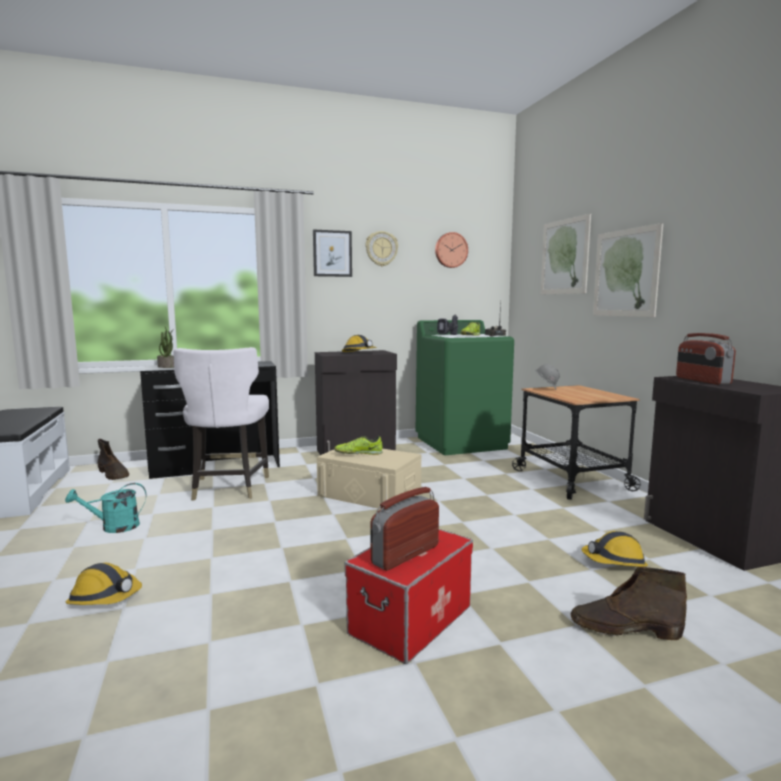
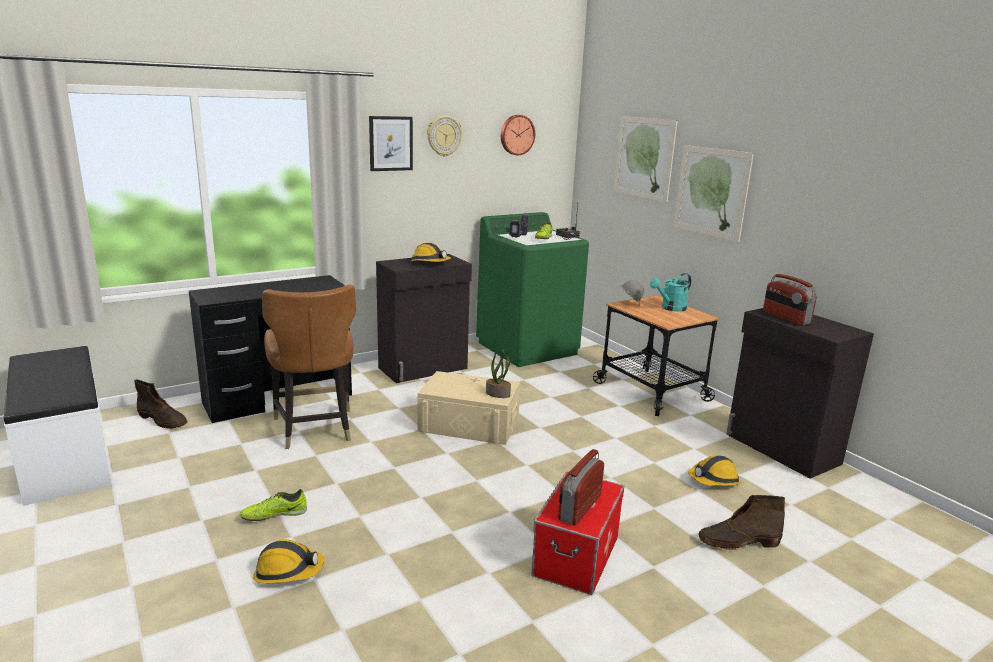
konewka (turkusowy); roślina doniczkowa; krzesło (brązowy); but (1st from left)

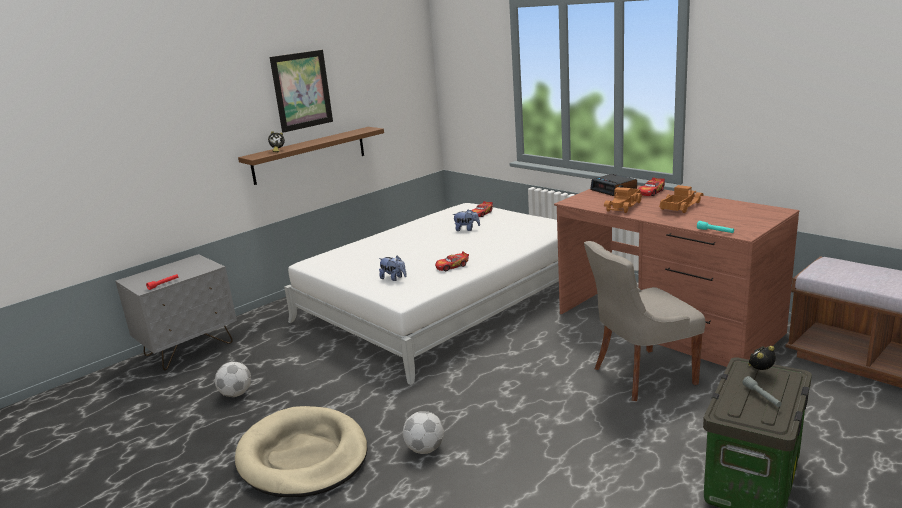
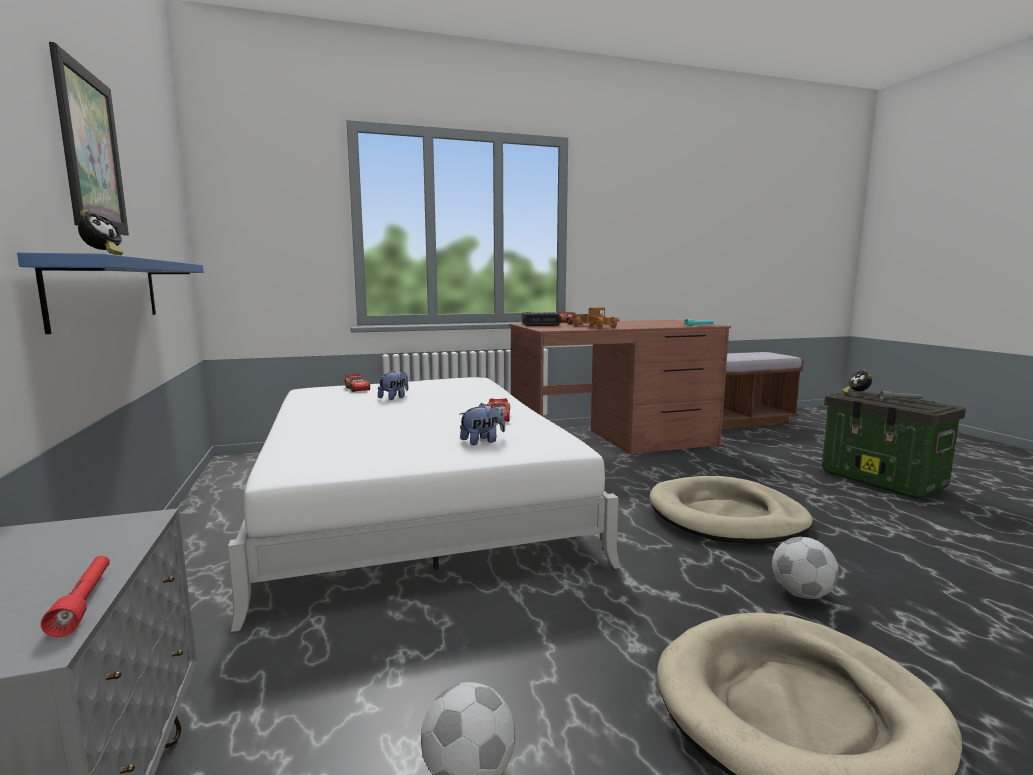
półka (niebieski); krzesło (szary); ciężarówka zabawkowa (2nd from left in the first image); legowisko (beżowy) (1st from left)

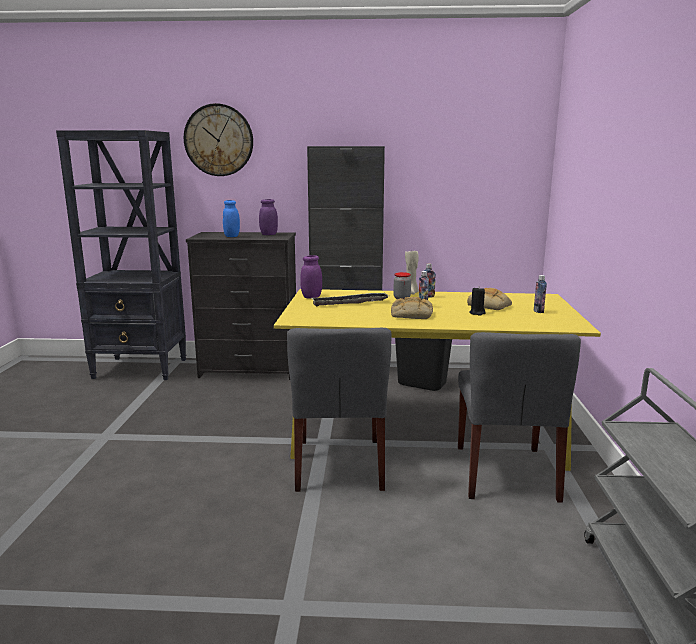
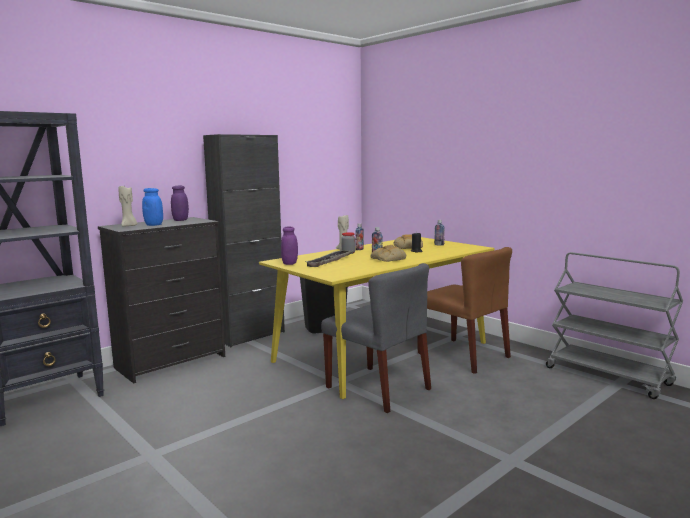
zegar ścienny; krzesło (brązowy); świeca (beżowy) (1st from left)

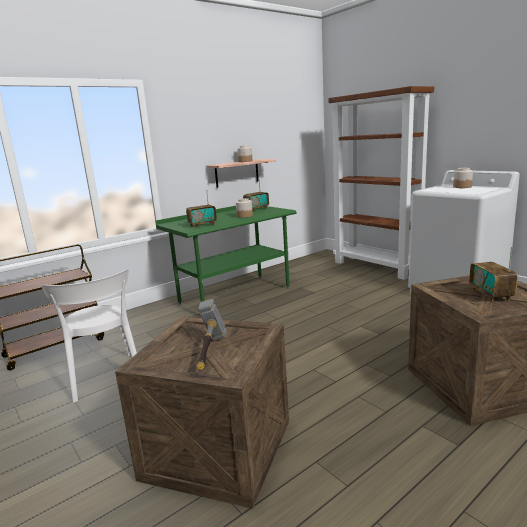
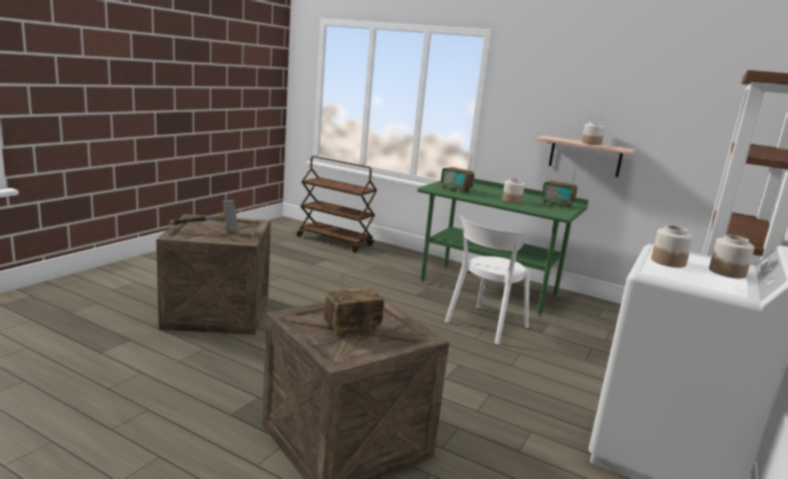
krzesło (biały); słoik (3rd from left)

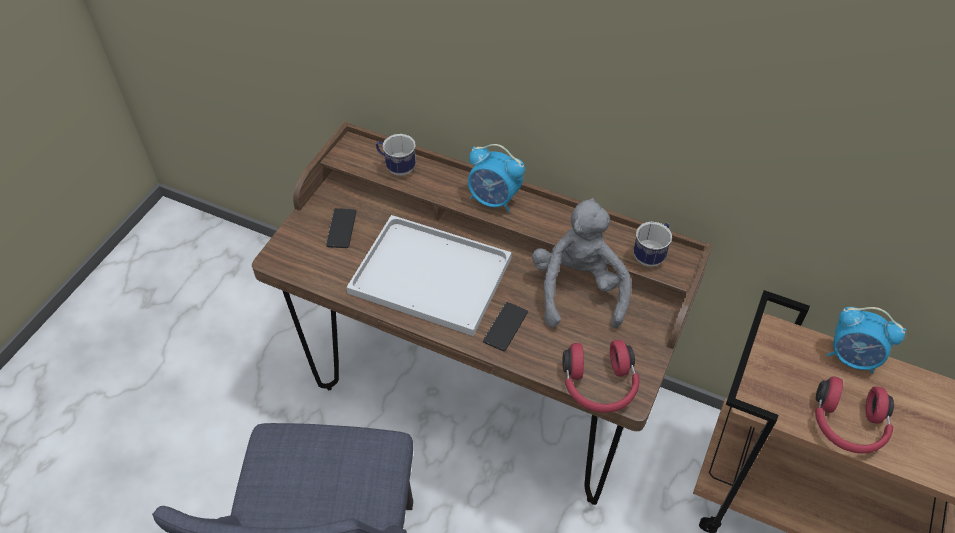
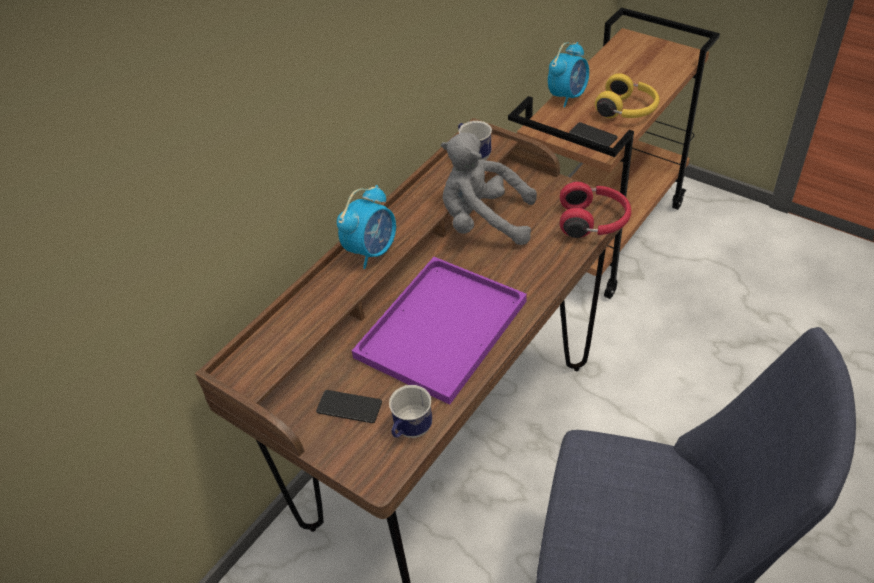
taca (fioletowy); kubek (1st from left); telefon (2nd from left); słuchawki (żółty)

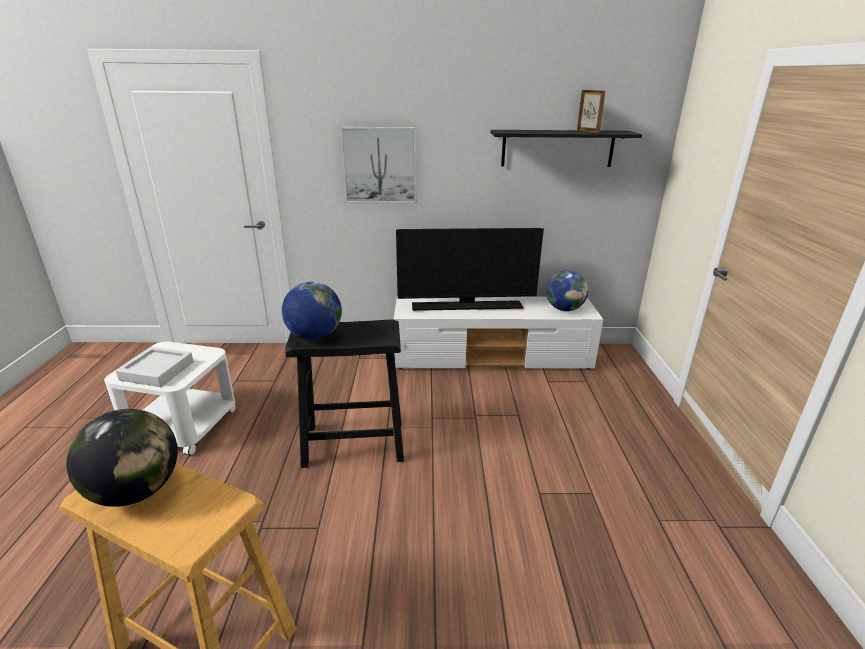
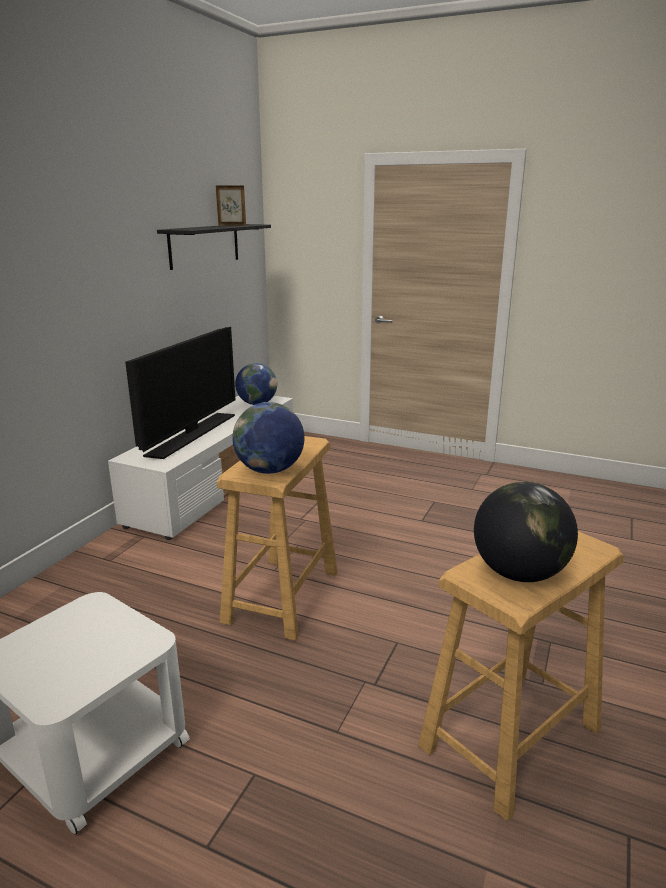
taca (szary); stołek (beżowy) (1st from left); obraz

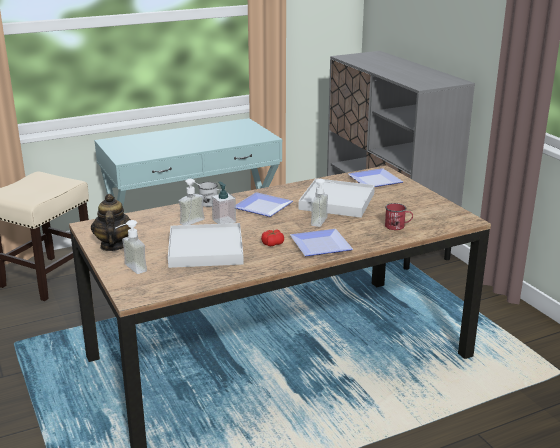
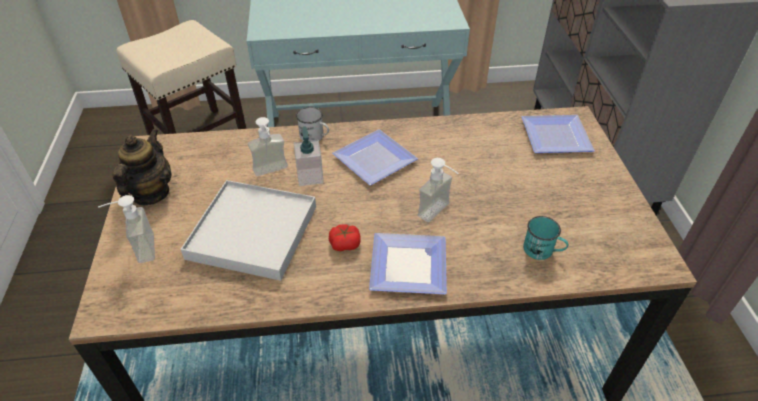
taca (biały) (2nd from left in the first image); kubek (turkusowy)

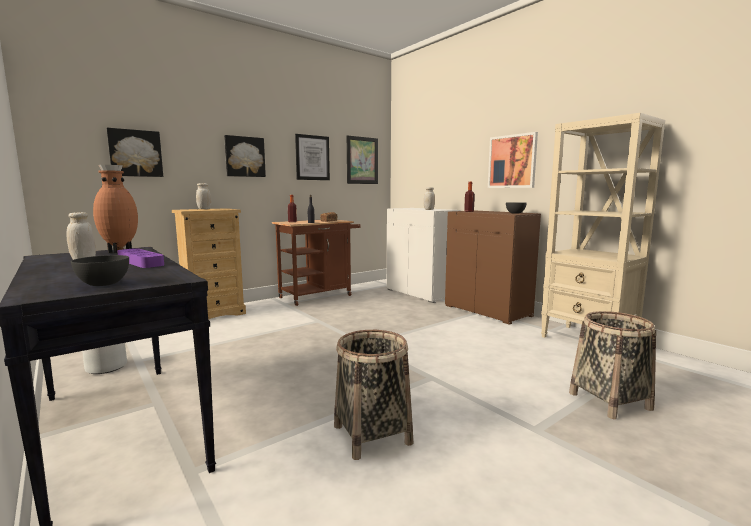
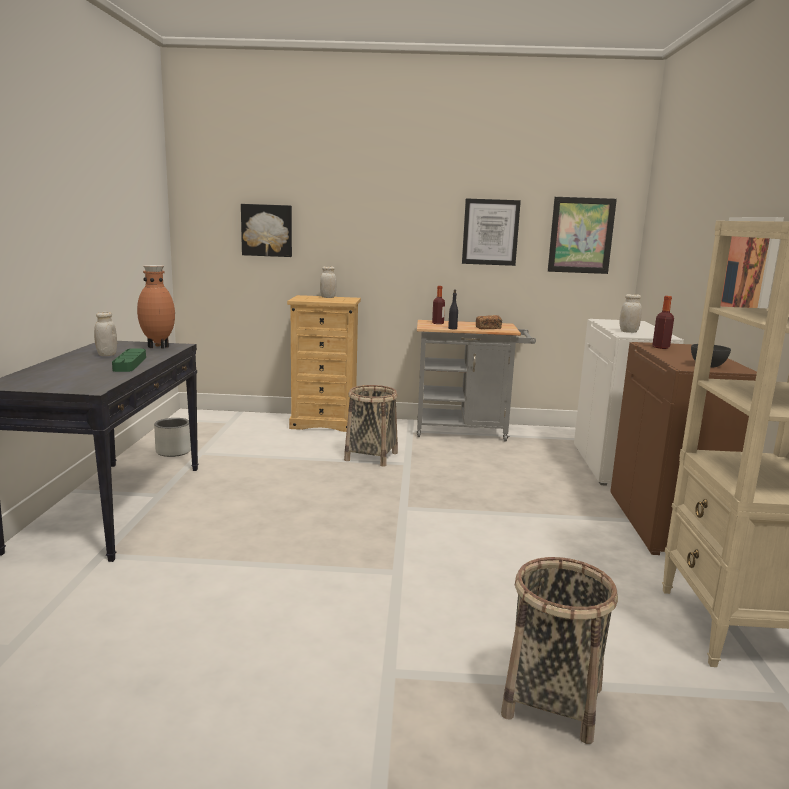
miska (szary) (1st from left in the first image); taca (zielony); obraz (2nd from left in the first image); wózek (szary); koszyk (1st from left)

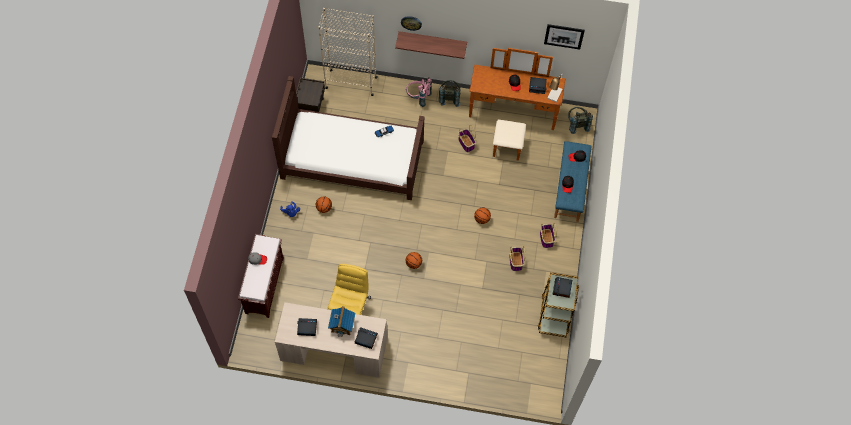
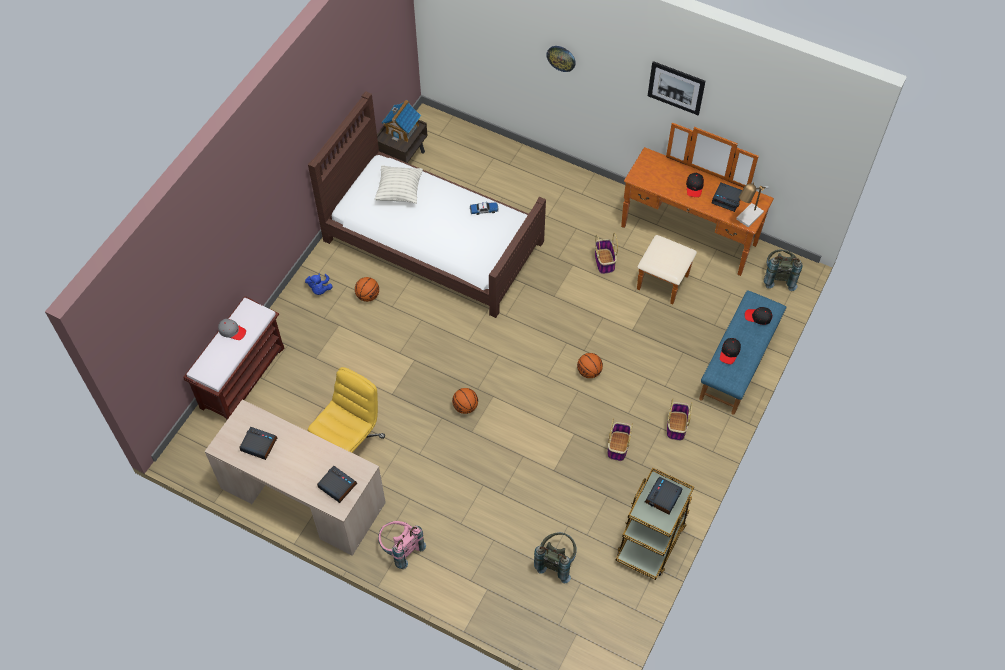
regał (beżowy); domek; półka; plecak (różowy); plecak (szary) (1st from left); obraz; poduszka

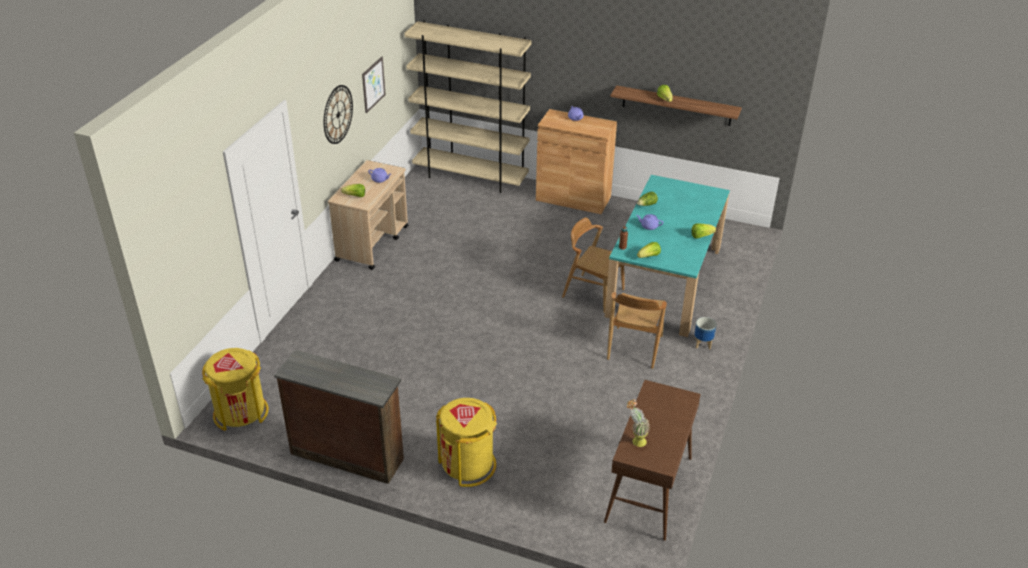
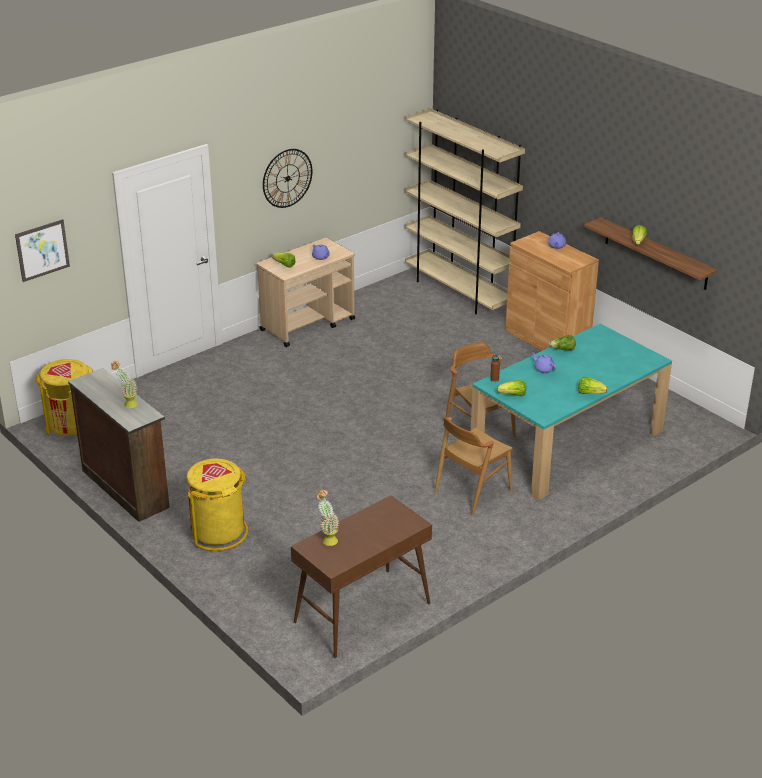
obraz; donica; roślina doniczkowa (1st from left)

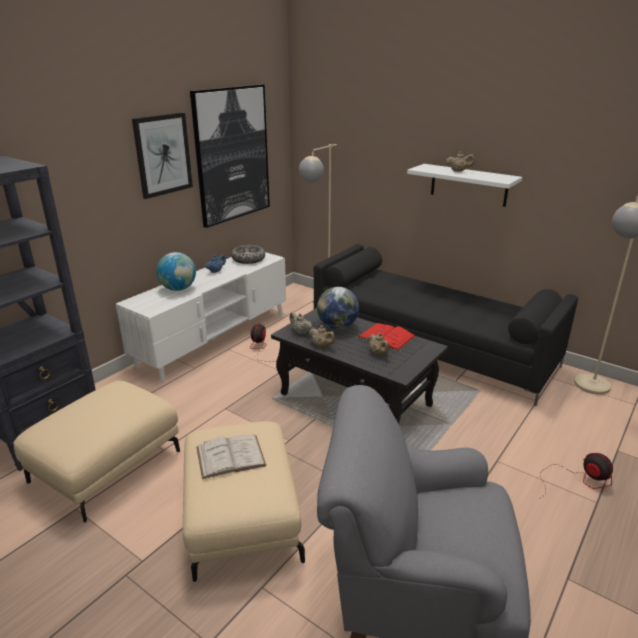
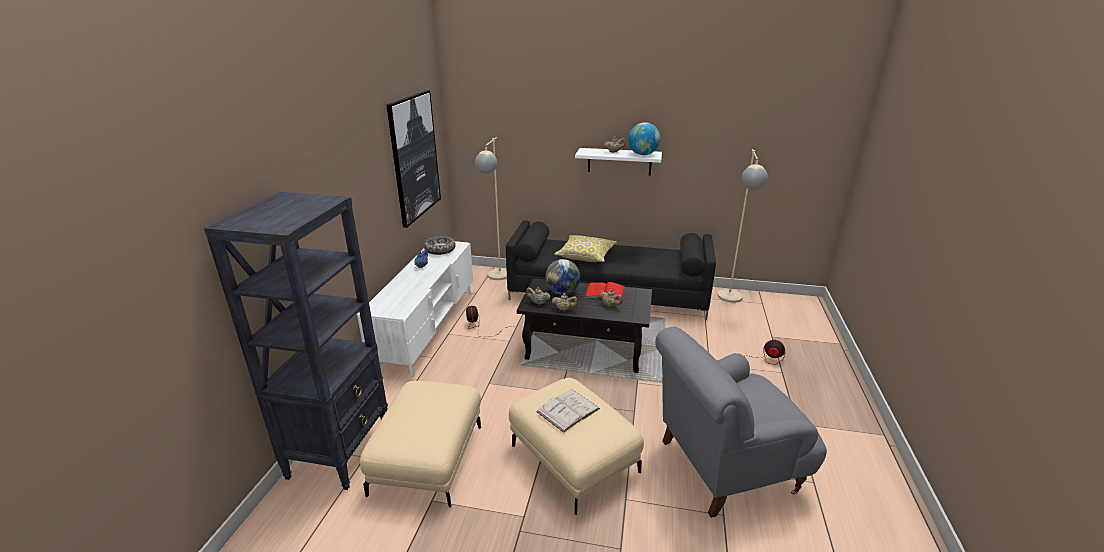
obraz (1st from left in the first image); globus (2nd from left); poduszka

